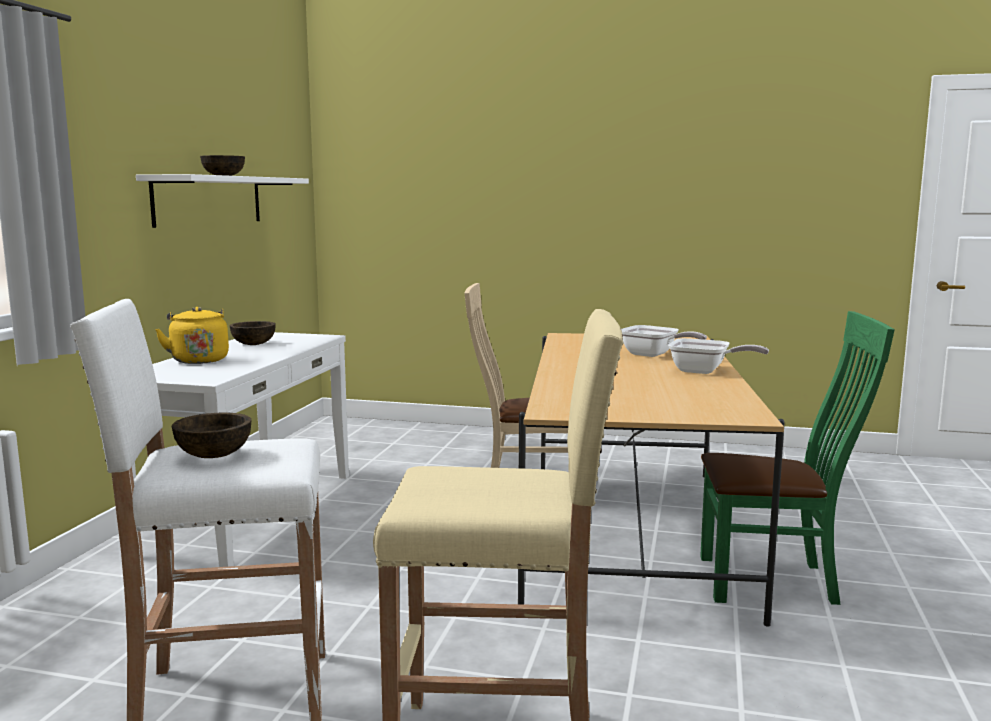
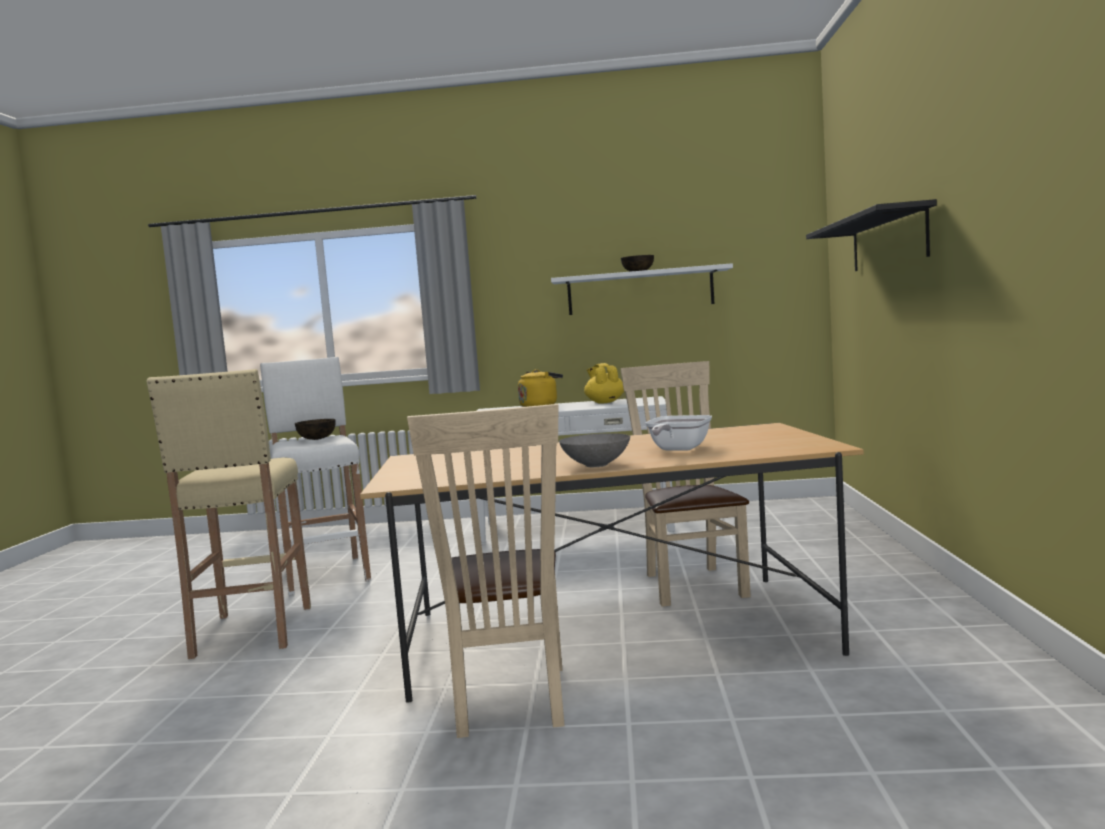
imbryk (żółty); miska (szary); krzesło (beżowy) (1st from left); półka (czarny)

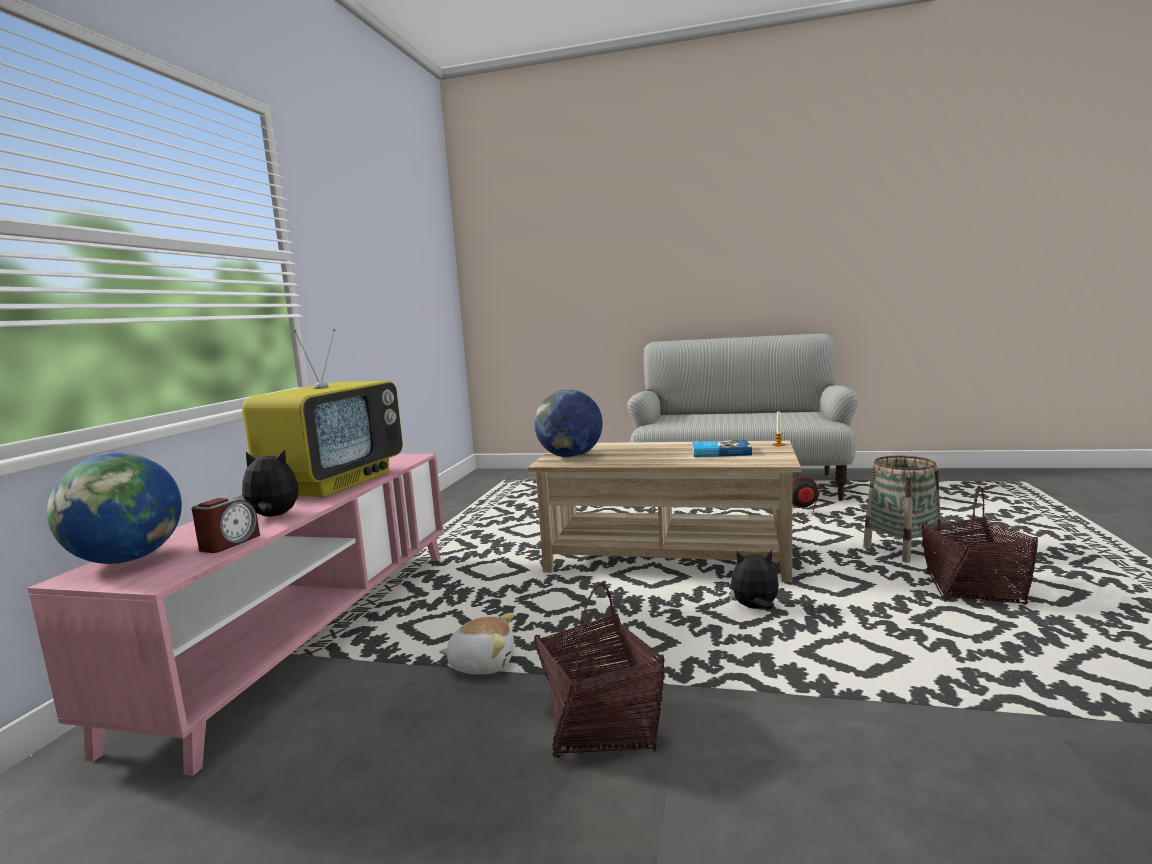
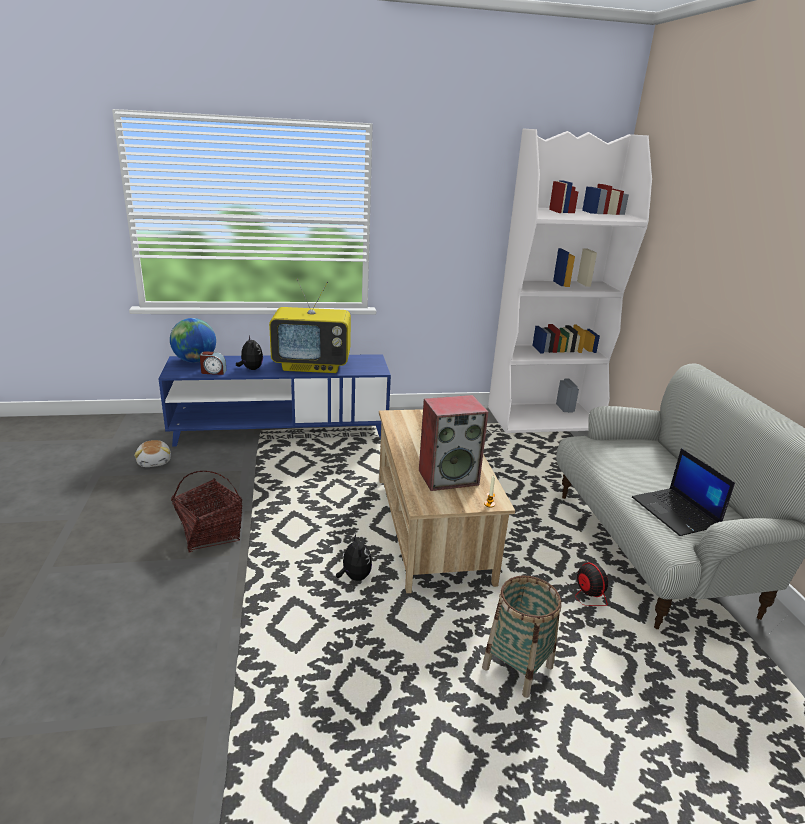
szafka pod telewizor (niebieski); pluszak (1st from left); globus (2nd from left in the first image); głośnik; koszyk (3rd from left in the first image); regał (biały); laptop

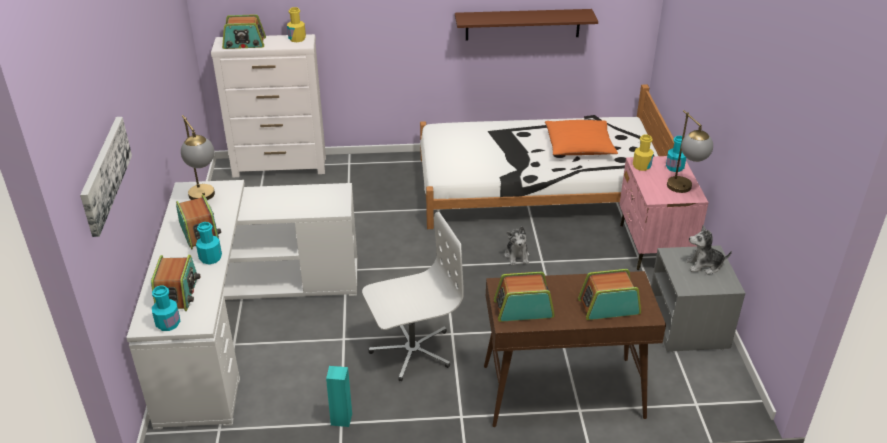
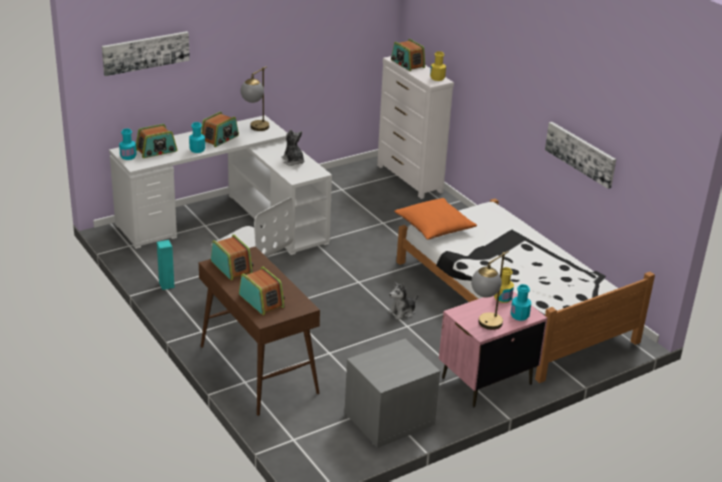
obraz (2nd from left); poduszka (pomarańczowy); pluszak (1st from left)

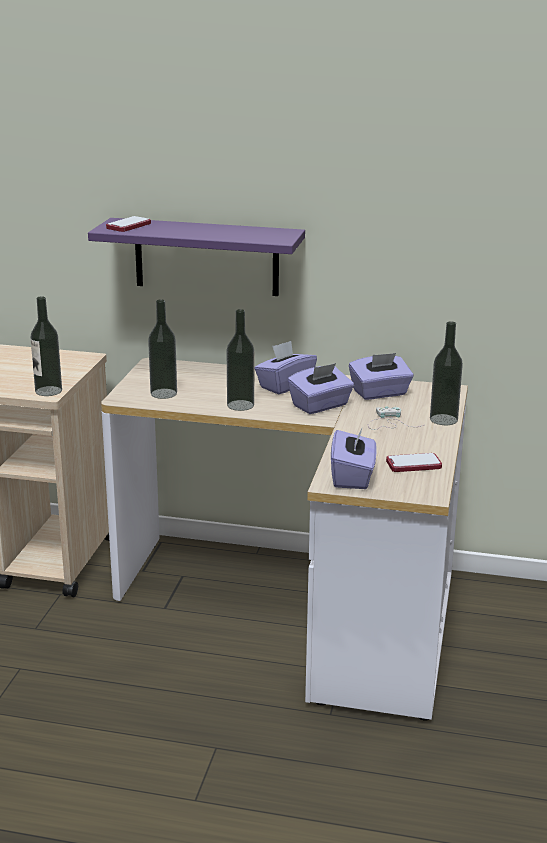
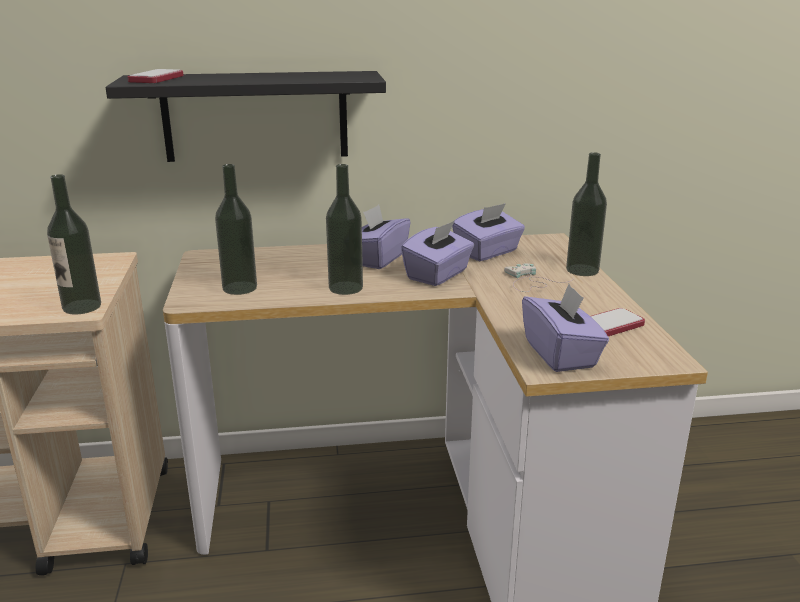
półka (czarny)

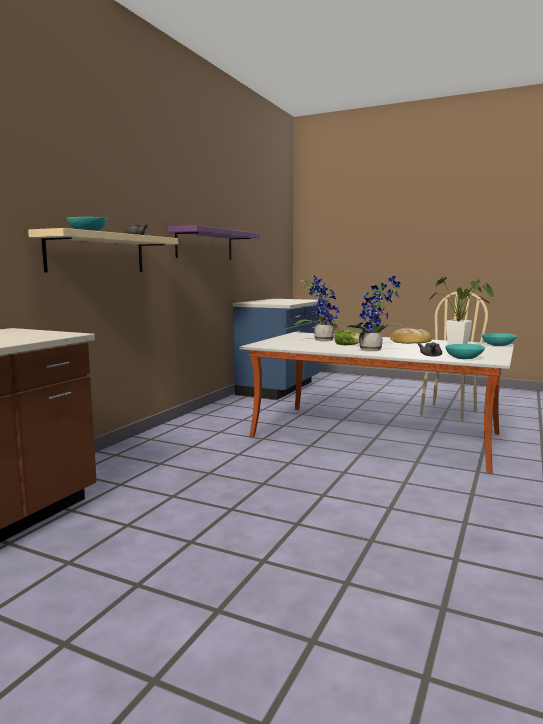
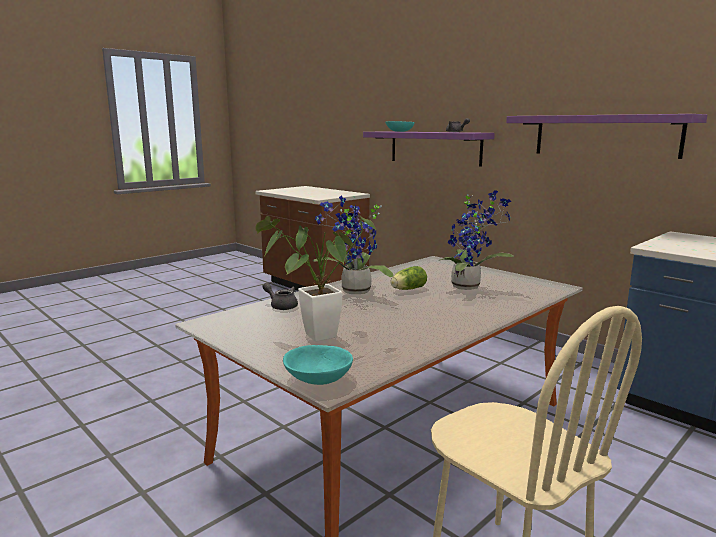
półka (fioletowy) (1st from left); chleb; miska (turkusowy) (2nd from left in the first image)

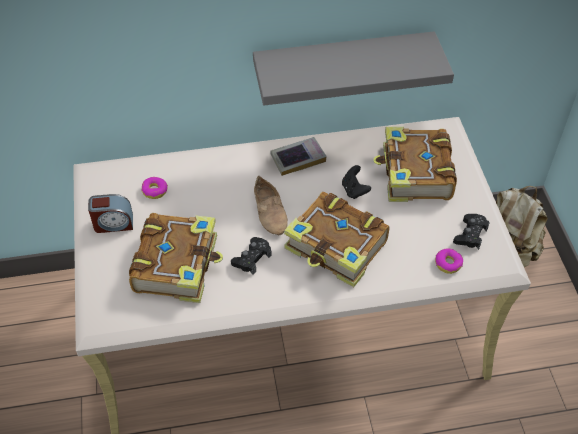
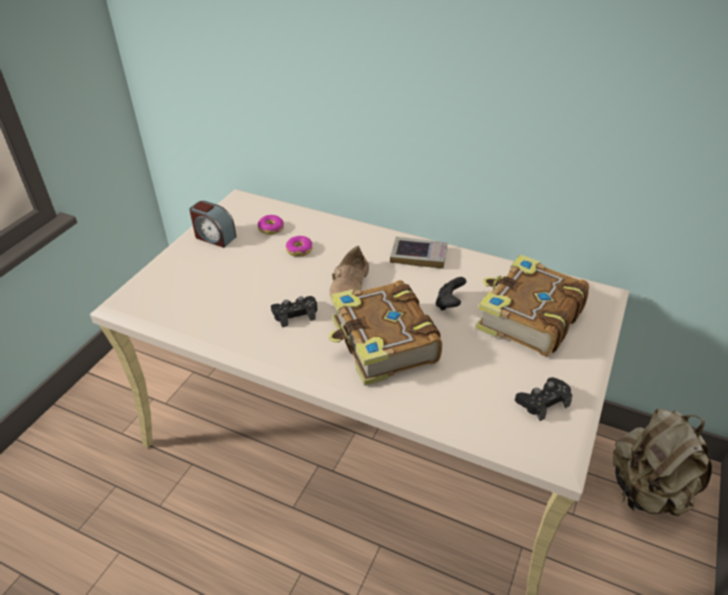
książka (1st from left in the first image); półka (szary); donut (2nd from left)

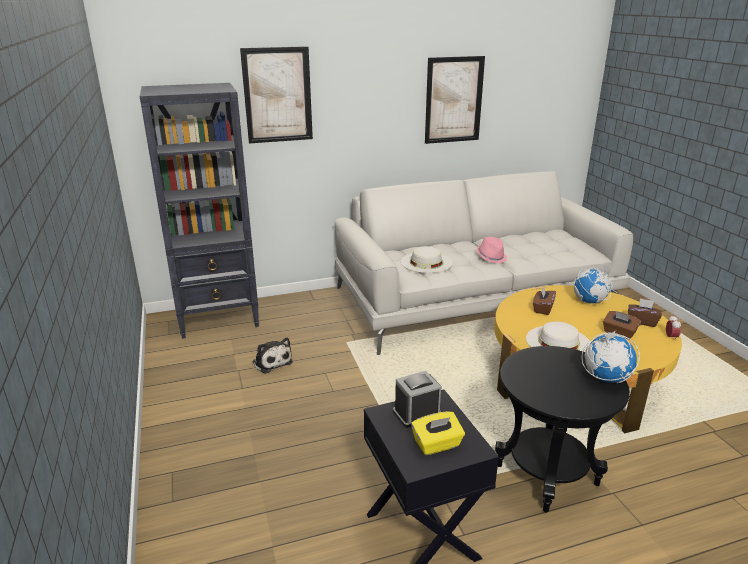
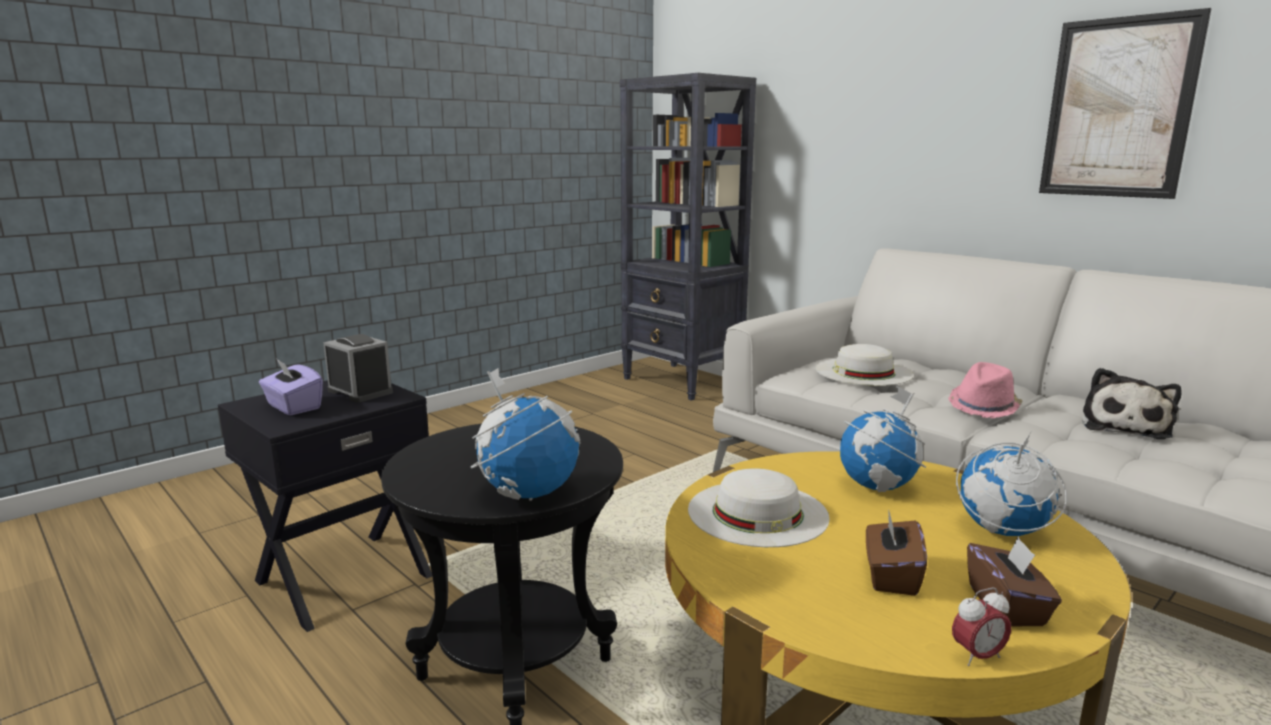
obraz (1st from left in the first image); pluszak; pudełko chusteczek (fioletowy); globus (2nd from left)

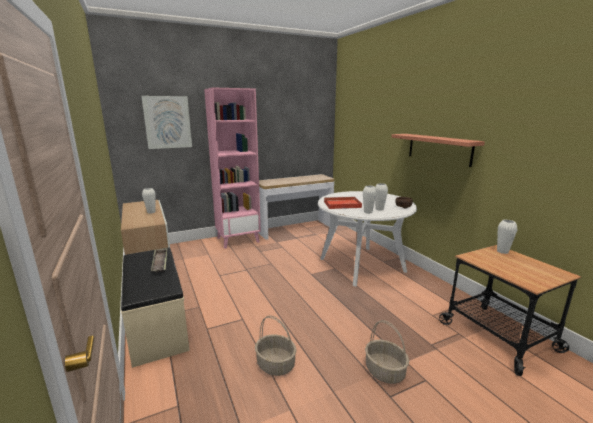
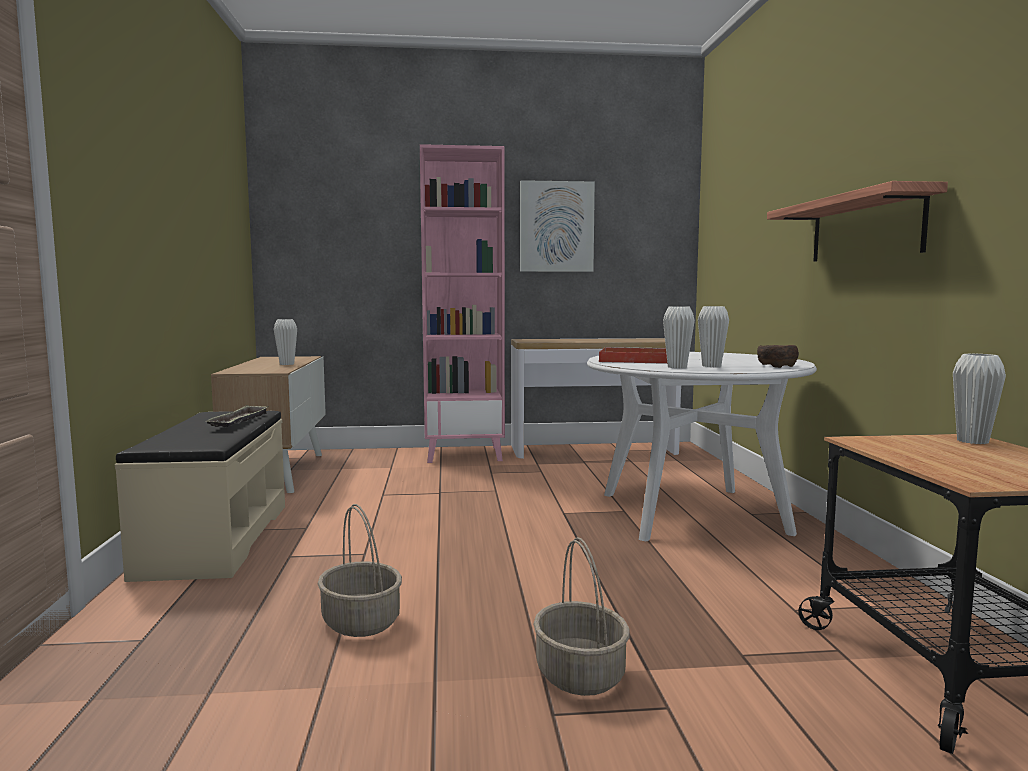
obraz

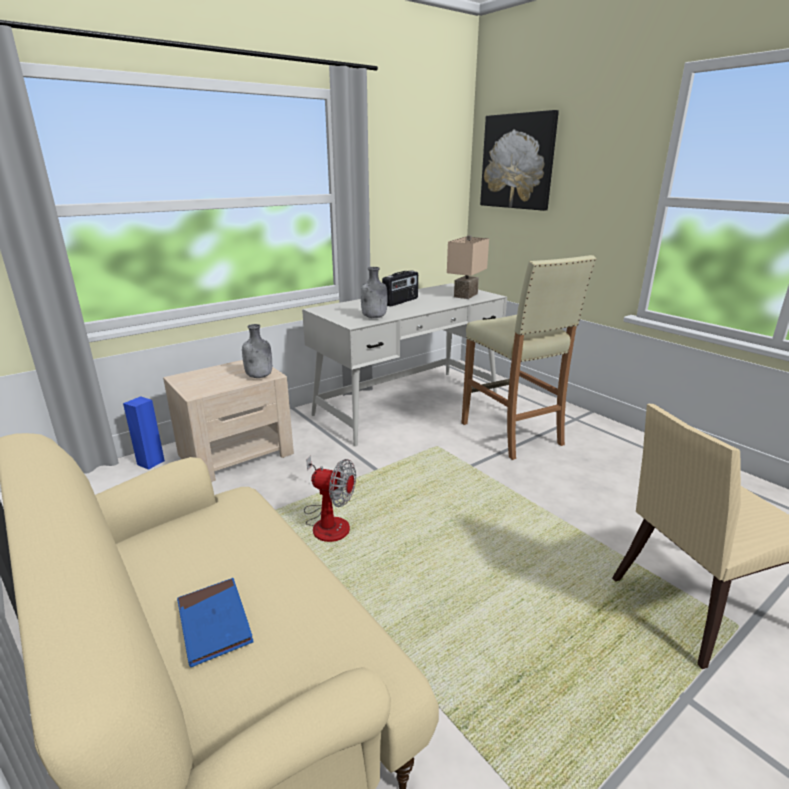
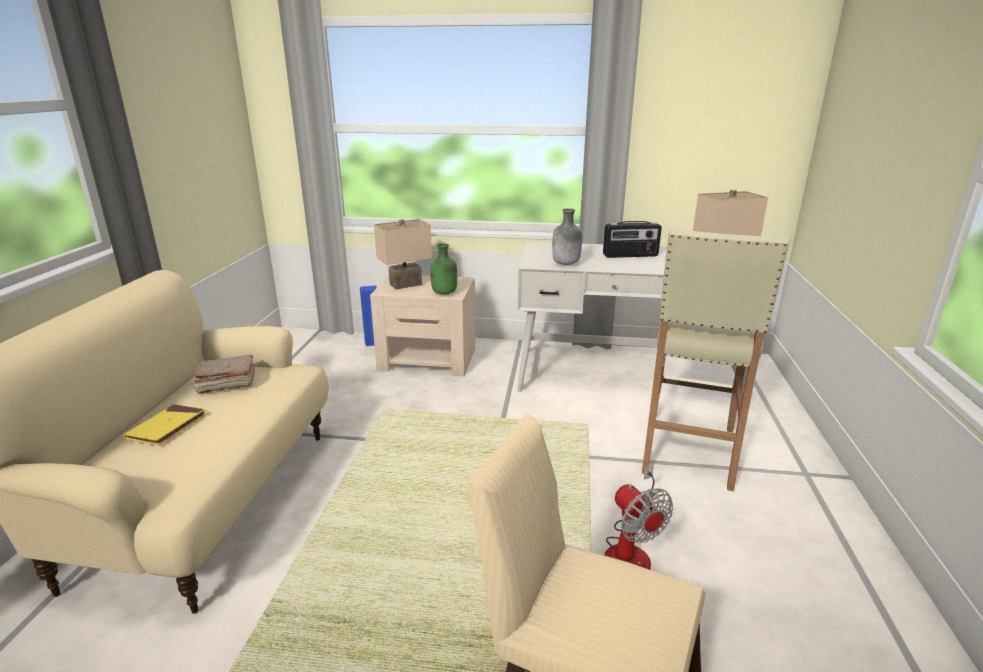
książka (żółty); butelka (zielony); wentylator; obraz; książka (brązowy); lampa stołowa (beżowy) (1st from left)

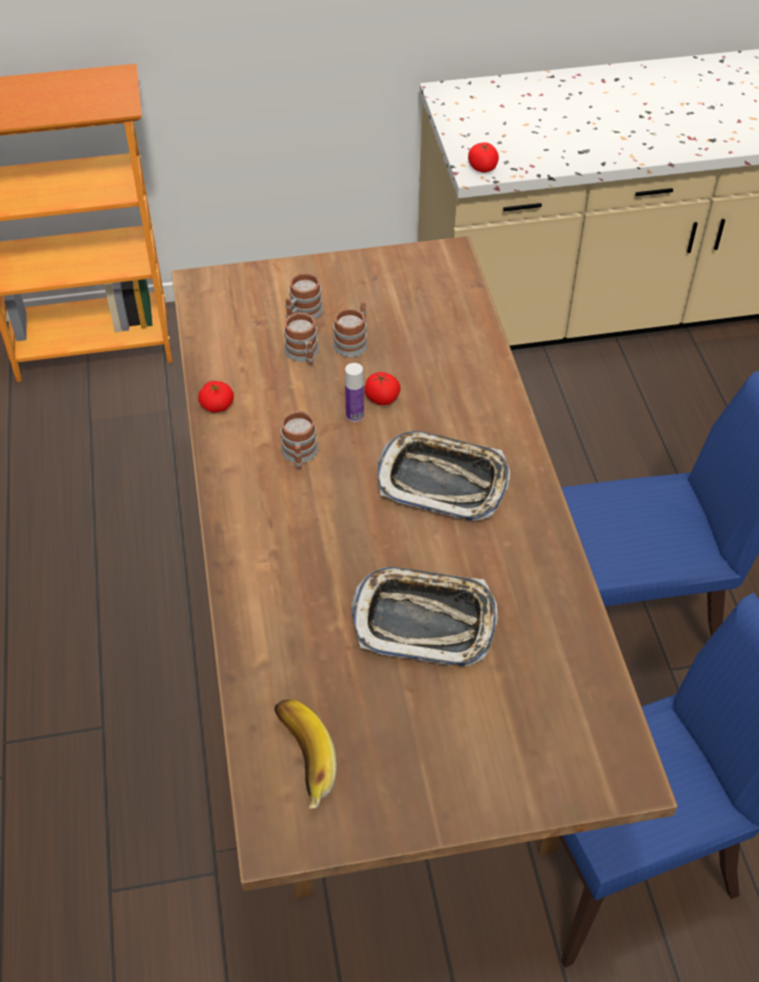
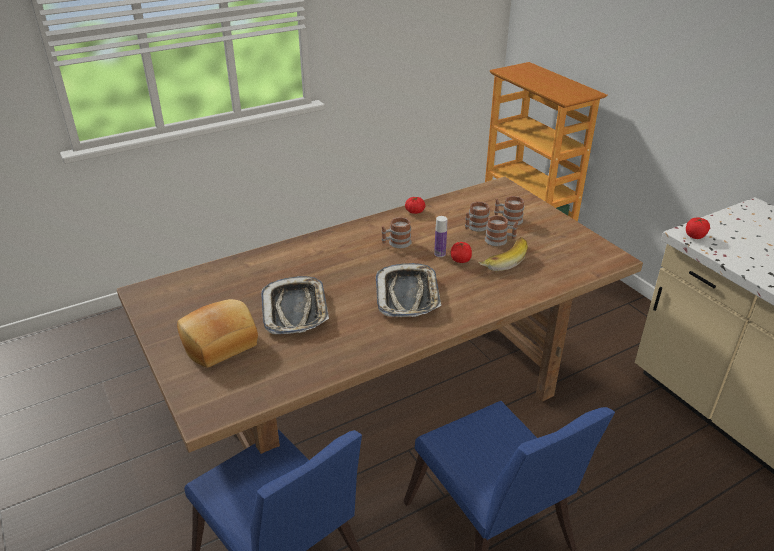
banan; chleb

